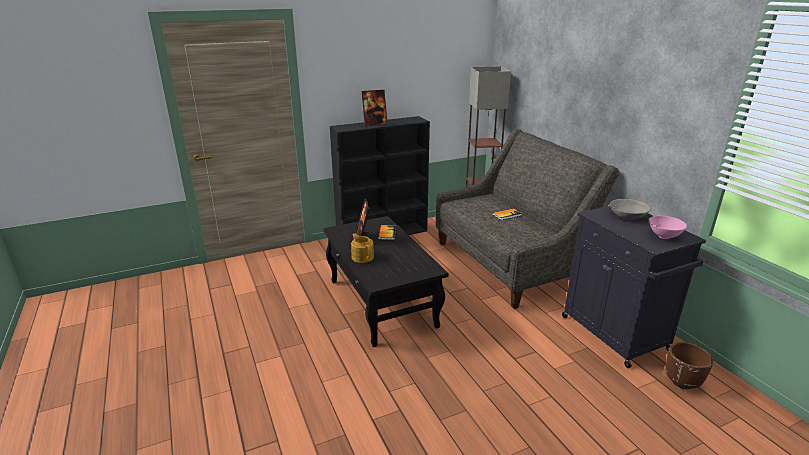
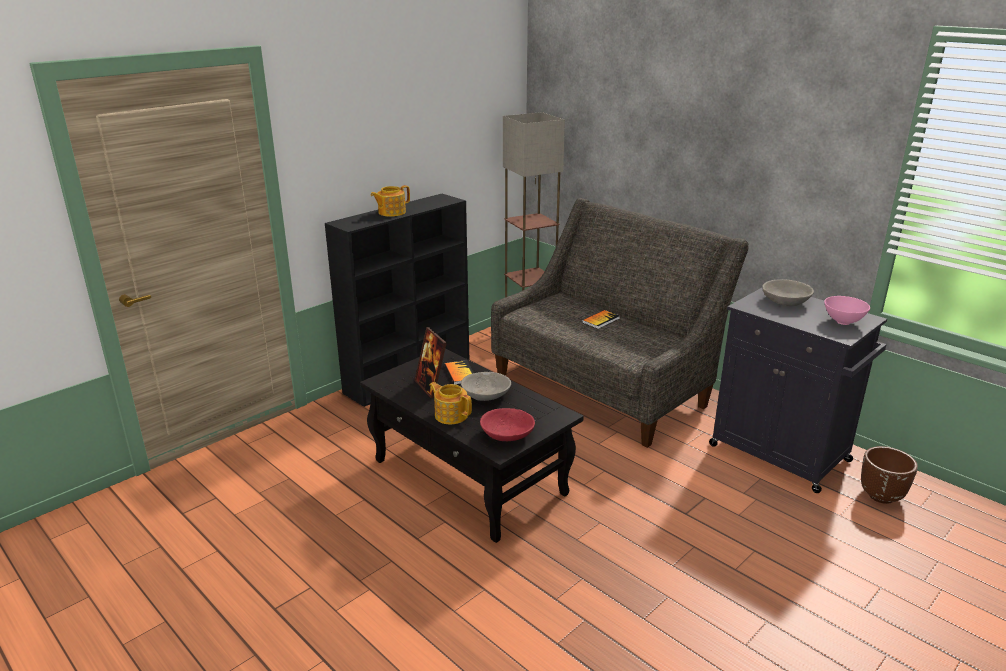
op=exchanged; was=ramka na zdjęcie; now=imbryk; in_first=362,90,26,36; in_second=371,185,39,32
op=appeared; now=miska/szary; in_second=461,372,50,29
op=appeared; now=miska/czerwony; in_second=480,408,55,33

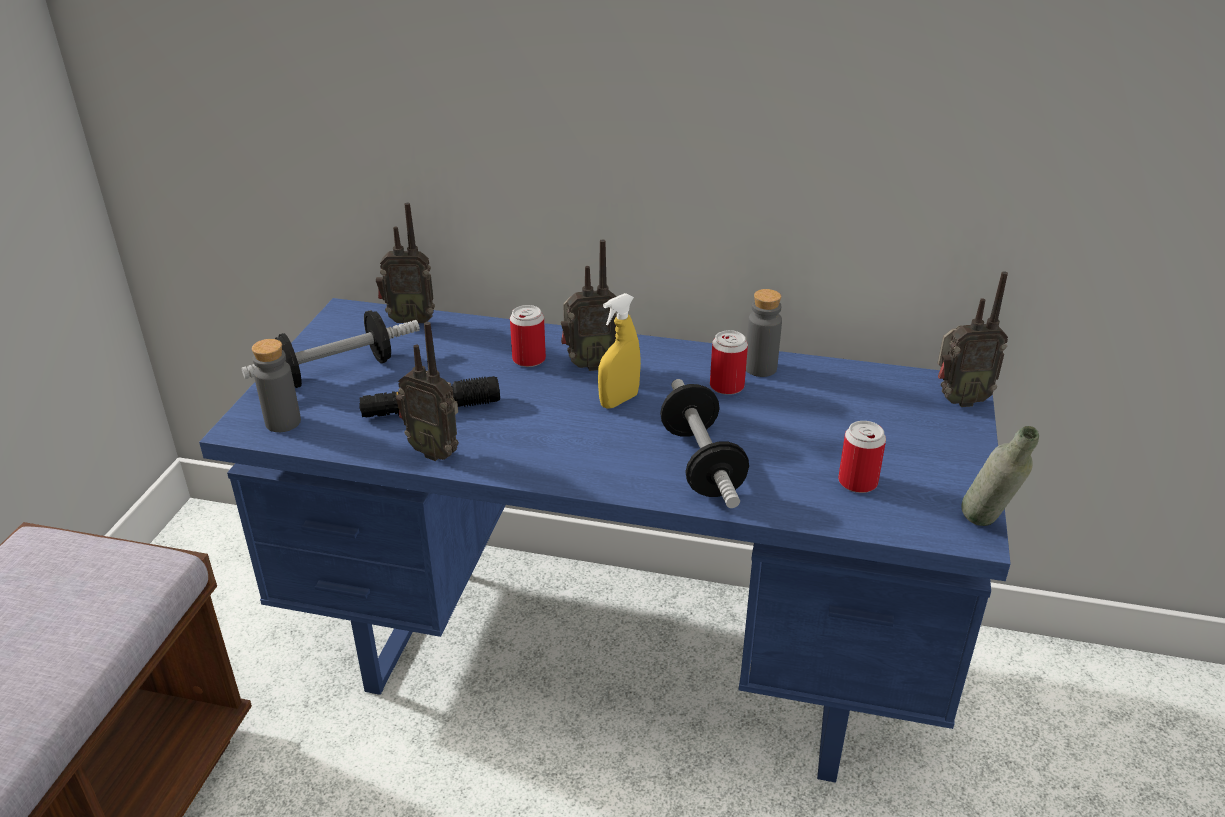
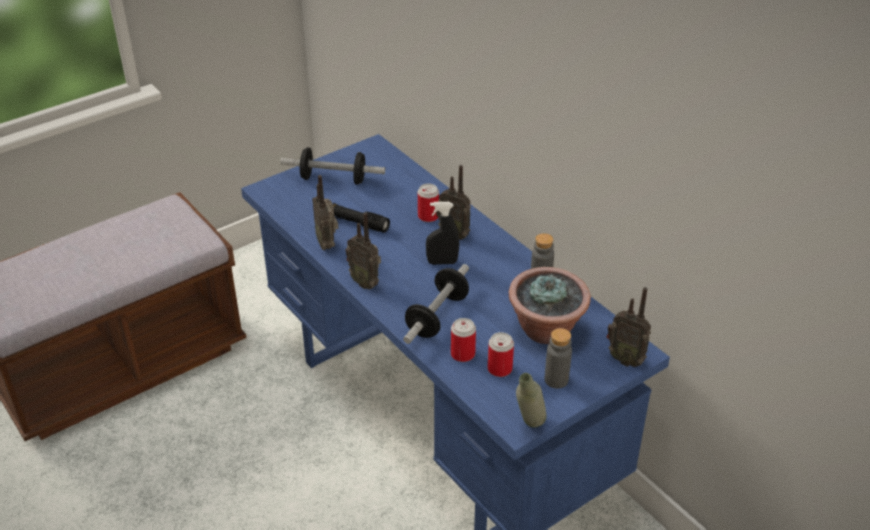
op=relocated; was=radio; in_first=376,203,59,120; in_second=345,212,36,78
op=colour; was=spryskiwacz/żółty; now=spryskiwacz/czarny; in_first=598,293,43,116; in_second=426,202,33,63
op=relocated; was=puszka; in_first=710,330,38,65; in_second=451,318,25,44
op=relocated; was=butelka/szary; in_first=252,339,49,93; in_second=545,328,27,61
op=appeared; now=roślina doniczkowa; in_second=509,267,82,77

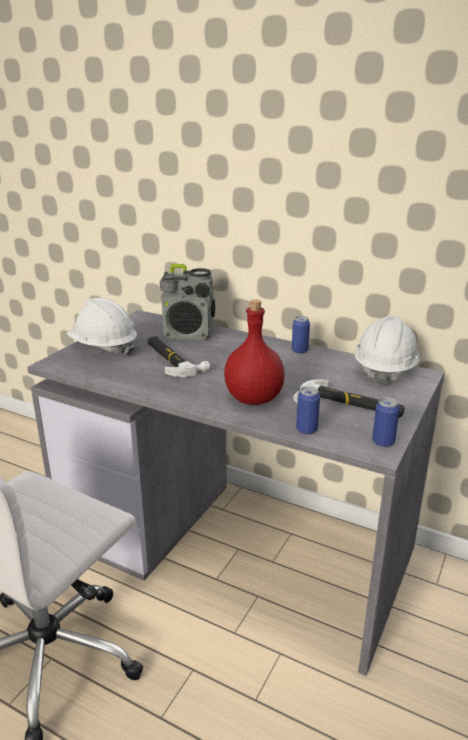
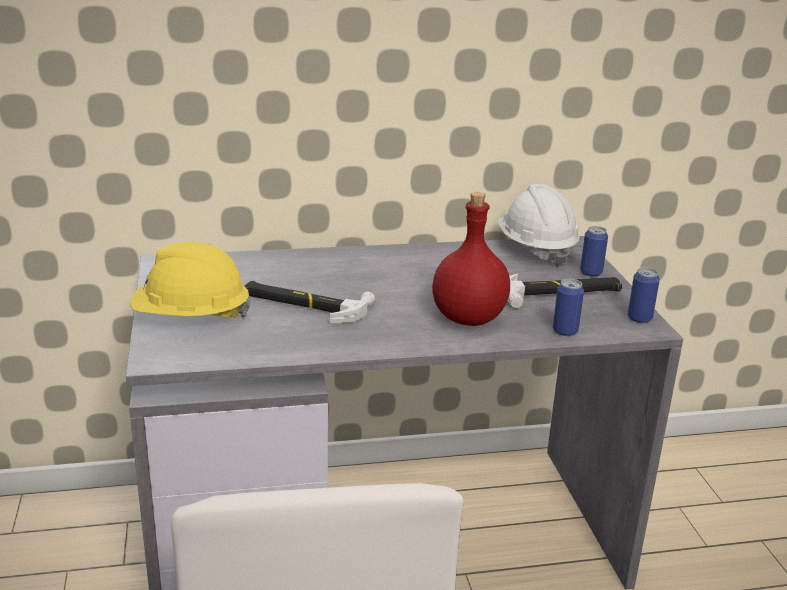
op=missing; was=radio; in_first=160,264,55,75
op=colour; was=kask/biały; now=kask/żółty; in_first=67,298,70,58; in_second=130,242,121,76
op=relocated; was=puszka; in_first=292,316,18,38; in_second=580,226,28,51

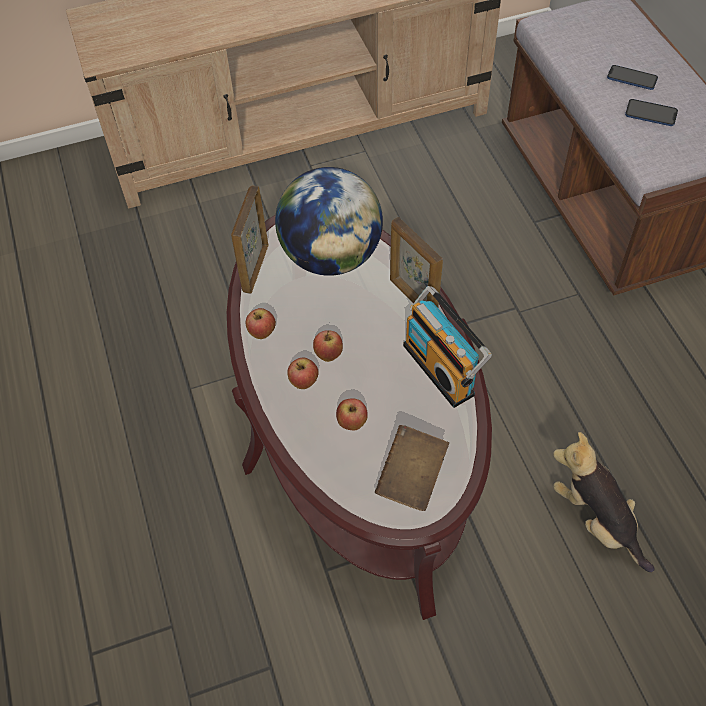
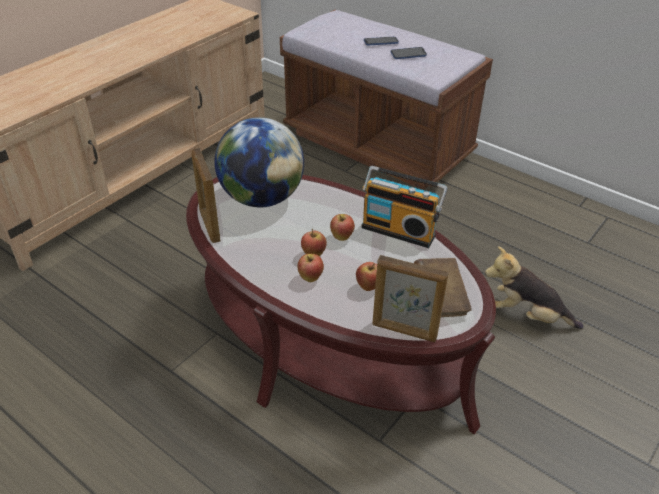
op=relocated; was=ramka na zdjęcie; in_first=390,217,53,90; in_second=372,255,77,87
op=relocated; was=jabłko; in_first=246,308,30,31; in_second=330,214,25,27

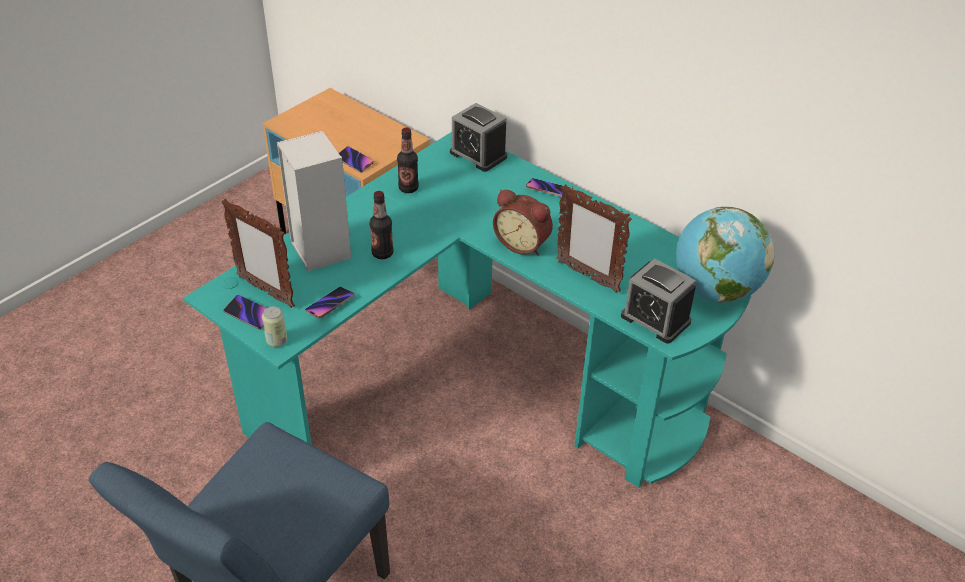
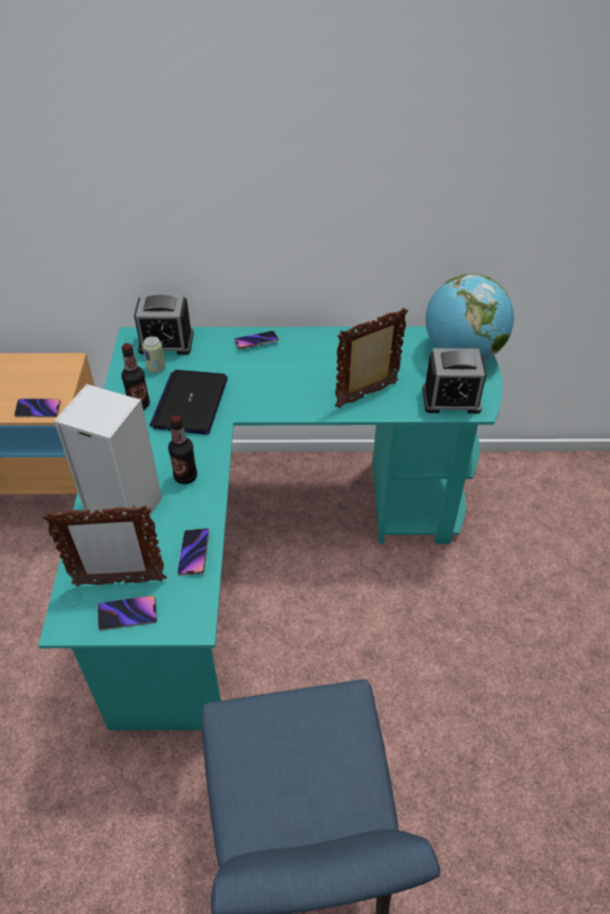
op=spun; was=ramka na zdjęcie; in_first=556,184,76,109; in_second=335,307,73,101; clockwise=150
op=missing; was=budzik; in_first=493,189,60,67
op=relocated; was=puszka; in_first=262,306,25,41; in_second=142,336,23,37
op=appeared; now=laptop; in_second=150,370,78,64

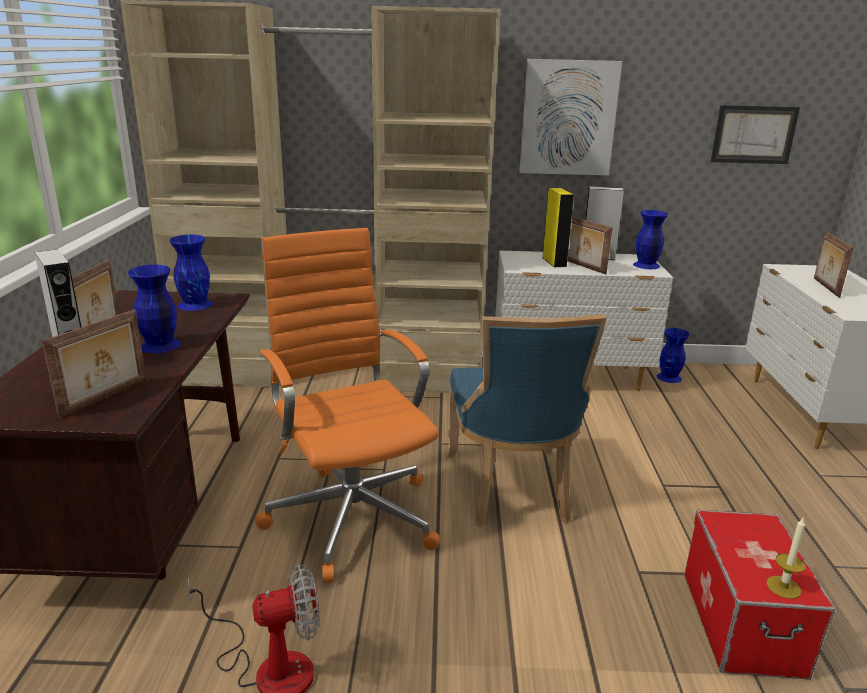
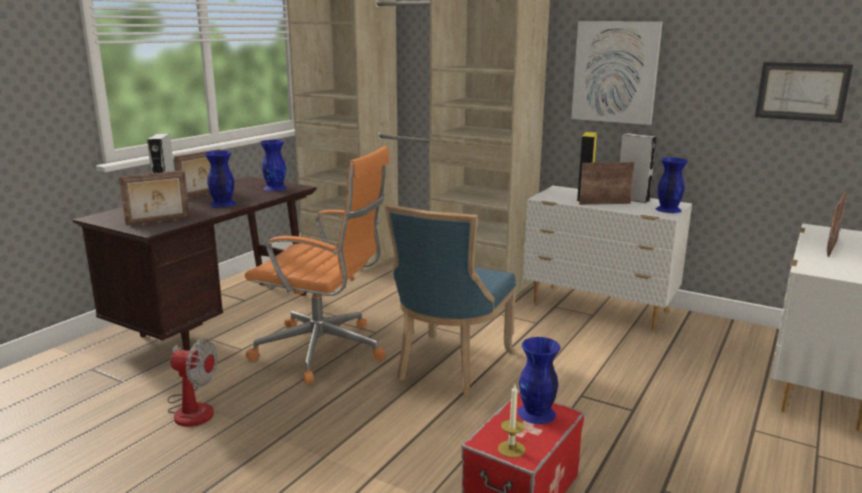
op=spun; was=ramka na zdjęcie; in_first=567,216,45,58; in_second=579,162,56,43; clockwise=90
op=spun; was=krzesło biurowe/pomarańczowy; in_first=255,228,185,355; in_second=245,146,145,238; clockwise=105
op=relocated; was=wazon/niebieski; in_first=657,328,33,55; in_second=518,337,42,87

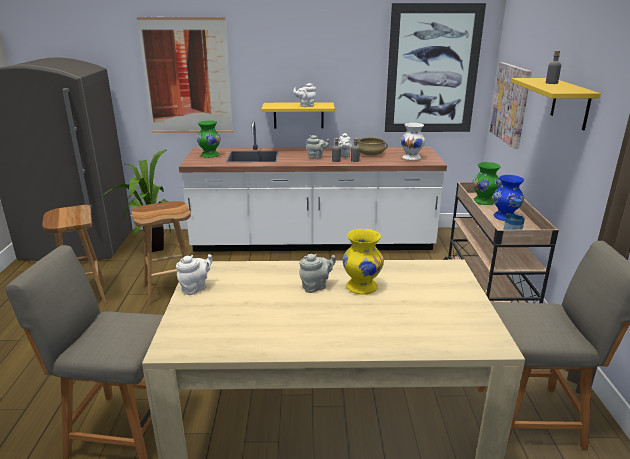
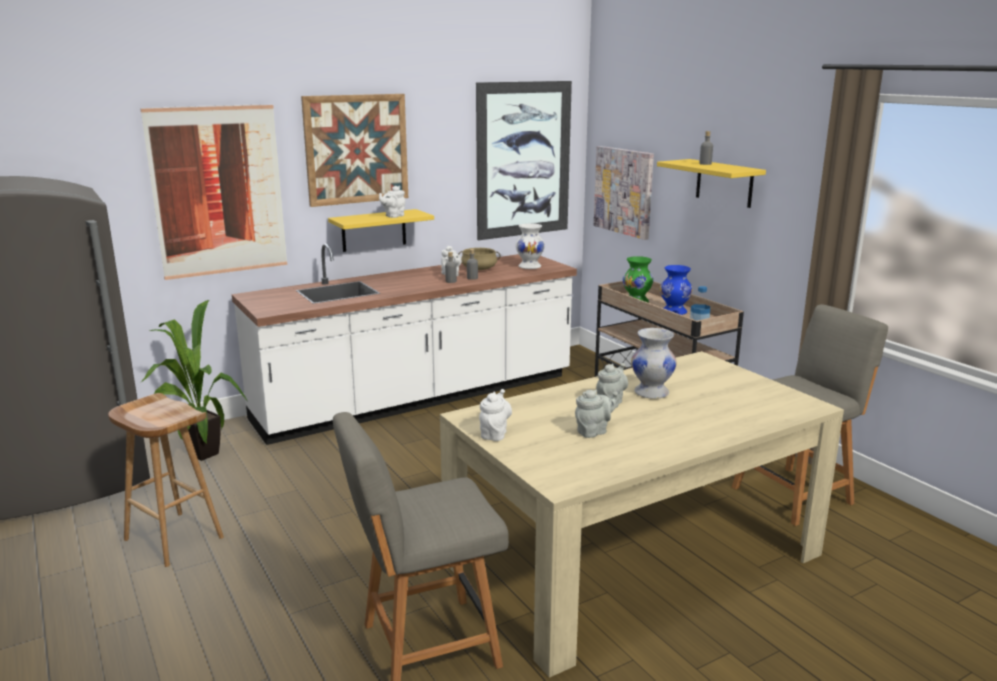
op=missing; was=wazon/zielony; in_first=197,120,24,38
op=relocated; was=imbryk/szary; in_first=306,135,24,23; in_second=575,390,43,48
op=missing; was=stołek/brązowy; in_first=132,201,59,104
op=colour; was=wazon/żółty; now=wazon/biały; in_first=343,229,41,66; in_second=631,328,46,71
op=appeared; now=obraz; in_second=301,94,107,113

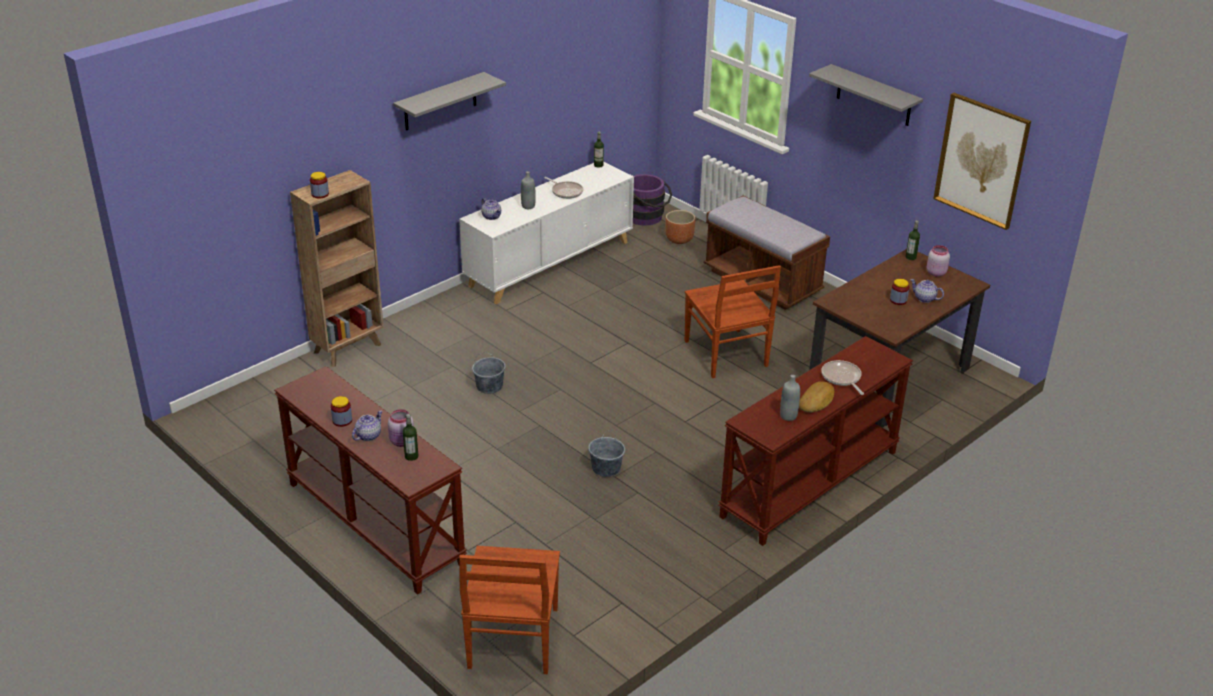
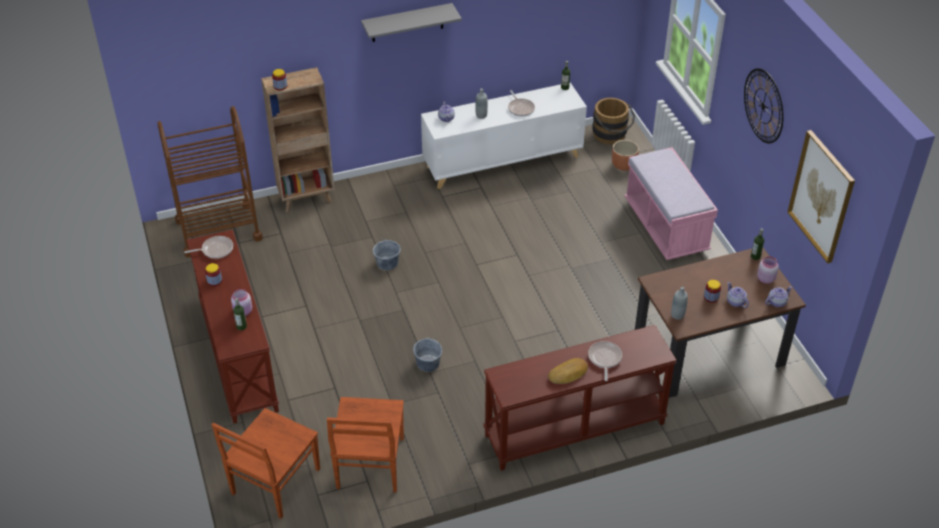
op=exchanged; was=półka/szary; now=zegar ścienny; in_first=809,64,114,62; in_second=744,68,40,75
op=colour; was=wiadro/fioletowy; now=wiadro/brązowy; in_first=633,174,39,52; in_second=592,98,43,46
op=colour; was=ławka/brązowy; now=ławka/różowy; in_first=704,196,126,114; in_second=624,147,94,113
op=relocated; was=krzesło/brązowy; in_first=685,265,96,113; in_second=327,397,77,96
op=relocated; was=butelka/szary; in_first=780,375,20,46; in_second=671,286,17,34
op=relocated; was=imbryk; in_first=352,410,31,31; in_second=765,286,27,21
op=appeared; now=wózek/brązowy; in_second=157,106,106,151
op=appeared; now=patelnia; in_second=184,236,49,23

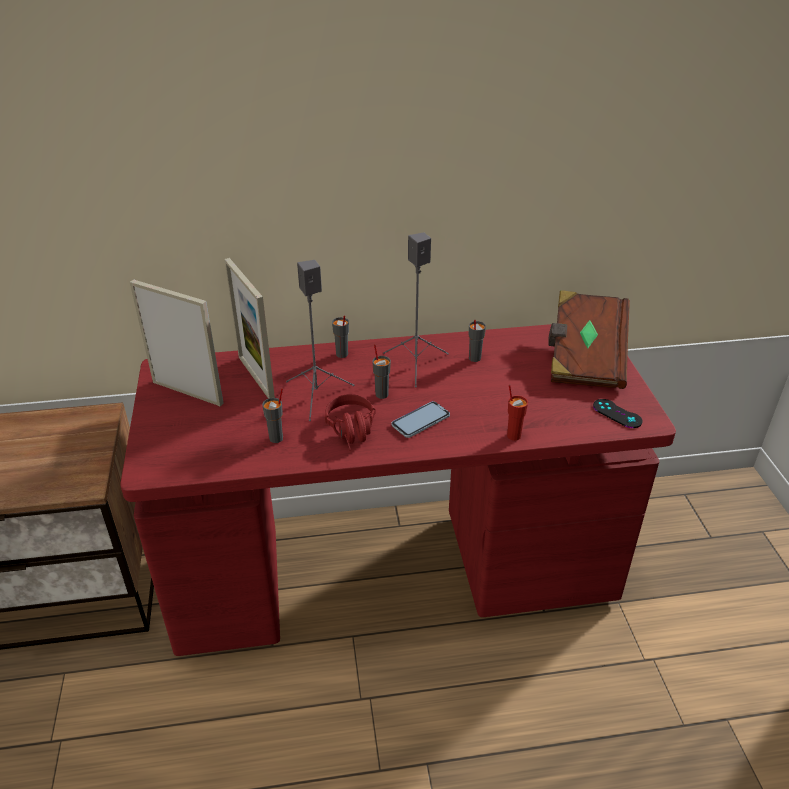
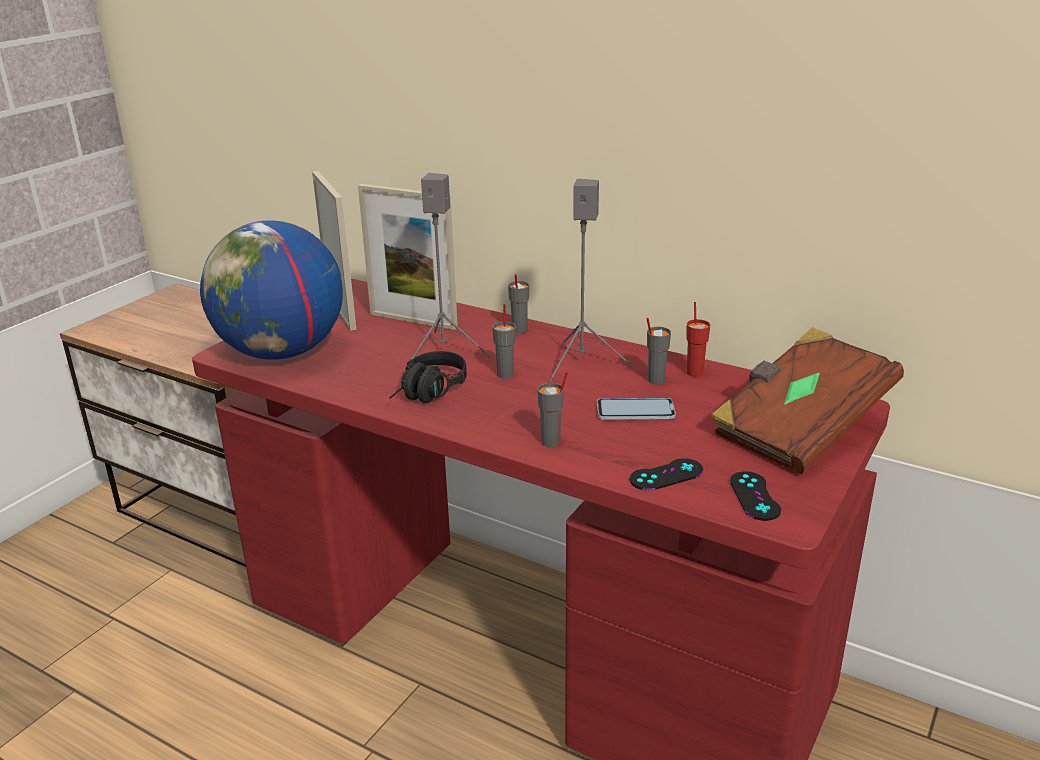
op=spun; was=ramka na zdjęcie; in_first=224,258,51,141; in_second=358,184,100,146; clockwise=-75
op=relocated; was=filiżanka/czerwony; in_first=507,385,21,56; in_second=686,302,24,75
op=relocated; was=filiżanka/szary; in_first=262,388,21,55; in_second=537,371,31,76
op=colour; was=słuchawki/czerwony; now=słuchawki/czarny; in_first=325,394,50,56; in_second=389,351,78,52
op=relocated; was=telefon; in_first=391,401,59,37; in_second=597,398,79,22
op=appeared; now=globus; in_second=200,221,143,139
op=appeared; now=pad do gier/czarny; in_second=630,458,73,33

